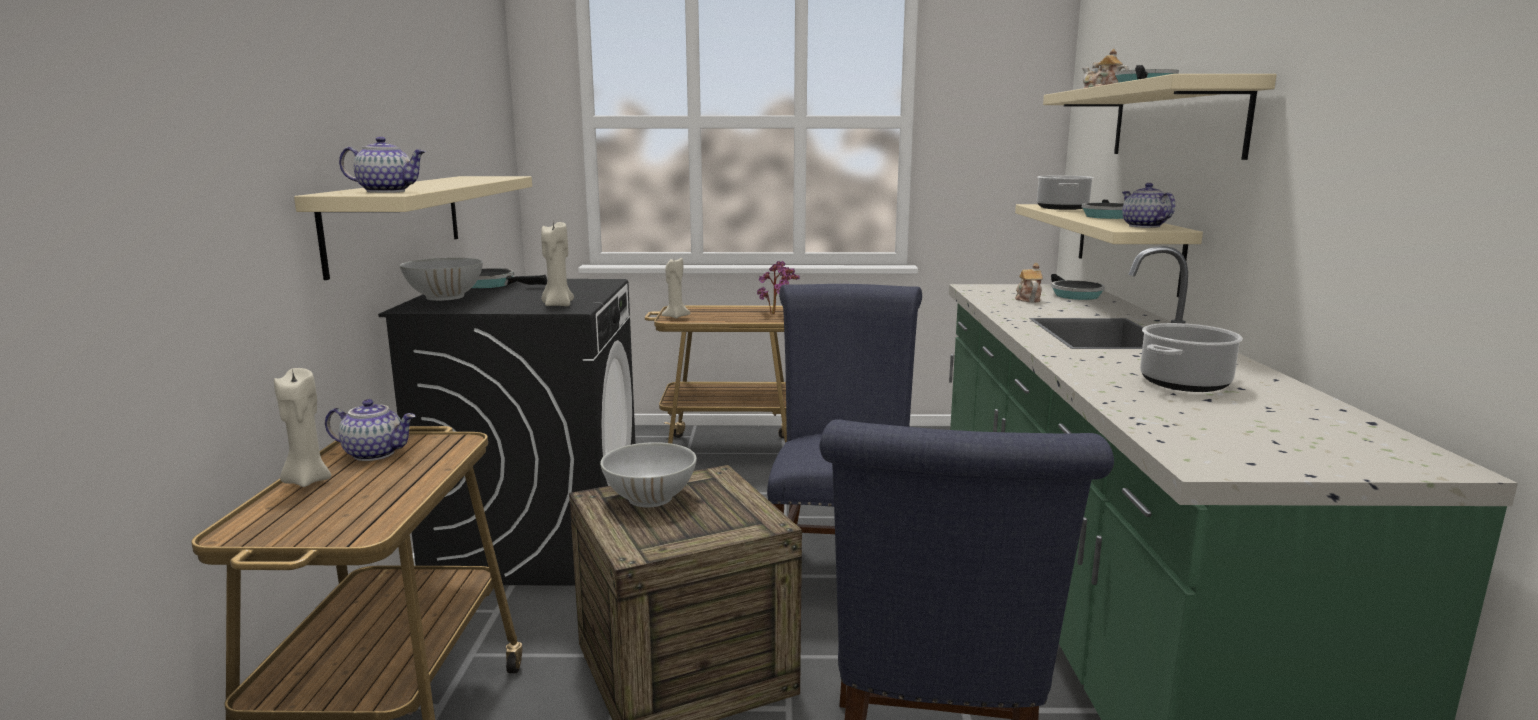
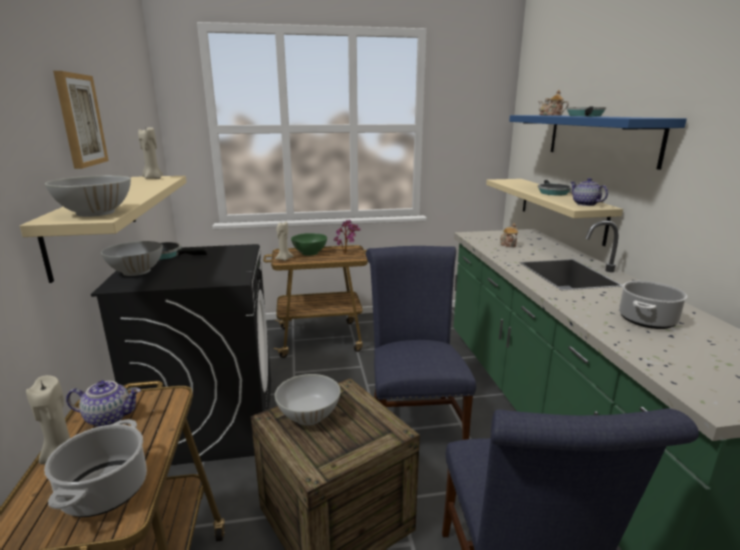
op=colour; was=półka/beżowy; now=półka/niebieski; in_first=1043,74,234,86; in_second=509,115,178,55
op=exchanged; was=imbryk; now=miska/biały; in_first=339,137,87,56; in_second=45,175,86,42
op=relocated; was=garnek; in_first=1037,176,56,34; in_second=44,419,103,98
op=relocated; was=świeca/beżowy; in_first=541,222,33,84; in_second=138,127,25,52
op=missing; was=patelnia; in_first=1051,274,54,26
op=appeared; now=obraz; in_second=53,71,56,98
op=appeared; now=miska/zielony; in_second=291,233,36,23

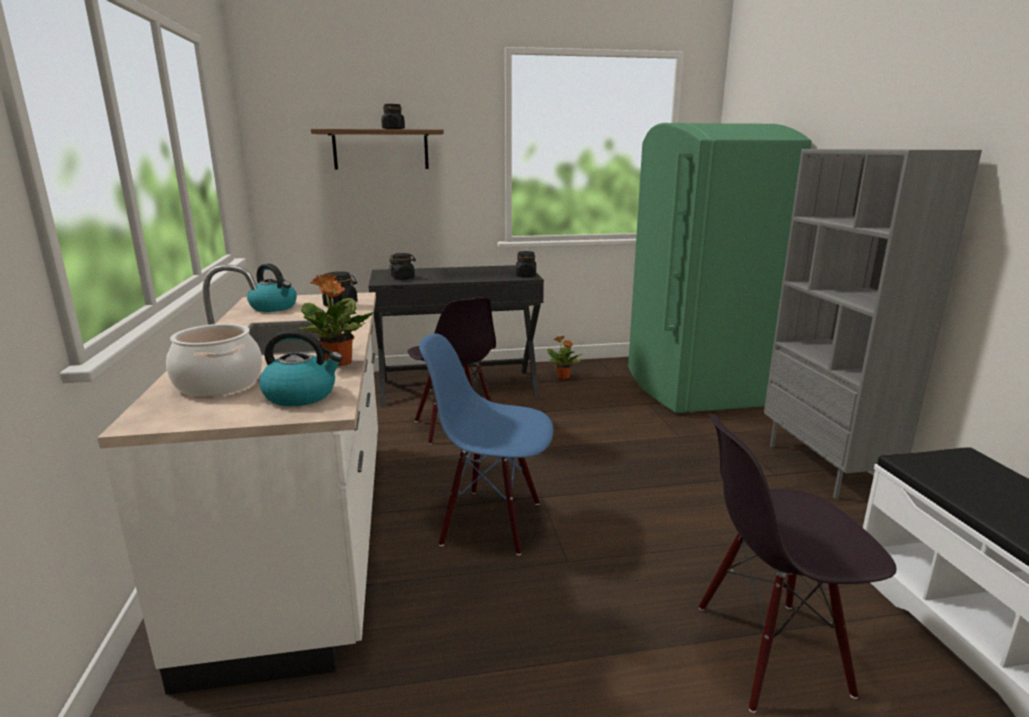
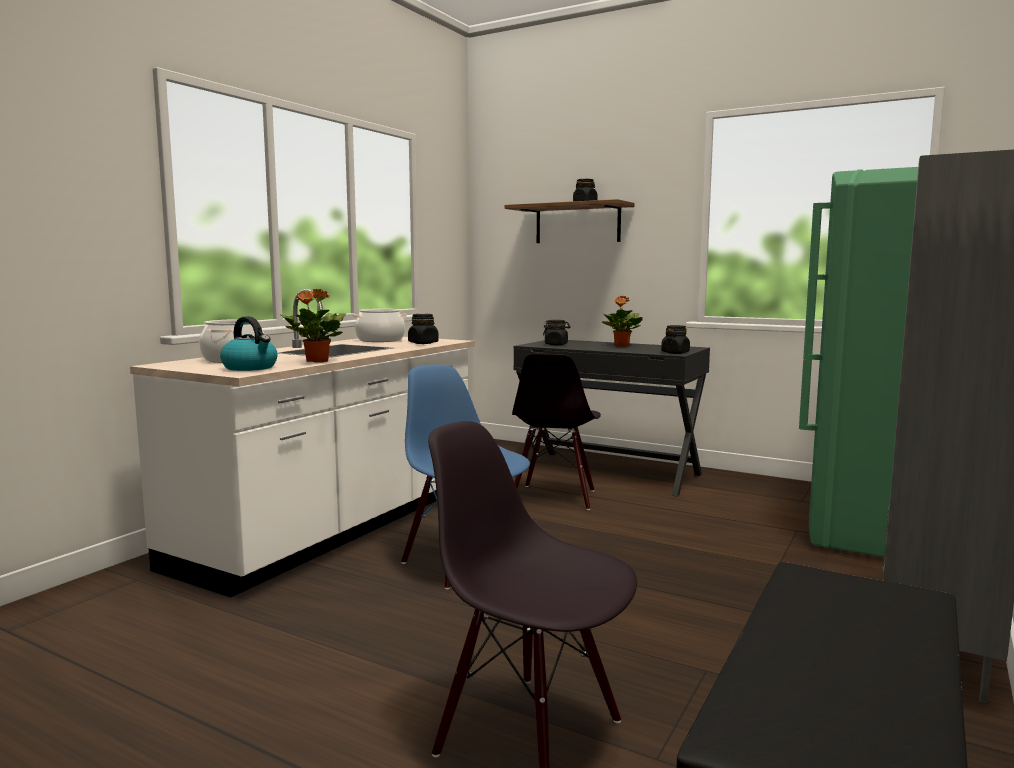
op=exchanged; was=czajnik; now=garnek; in_first=247,263,50,49; in_second=353,309,54,33
op=relocated; was=roślina doniczkowa; in_first=547,336,36,43; in_second=602,296,41,51

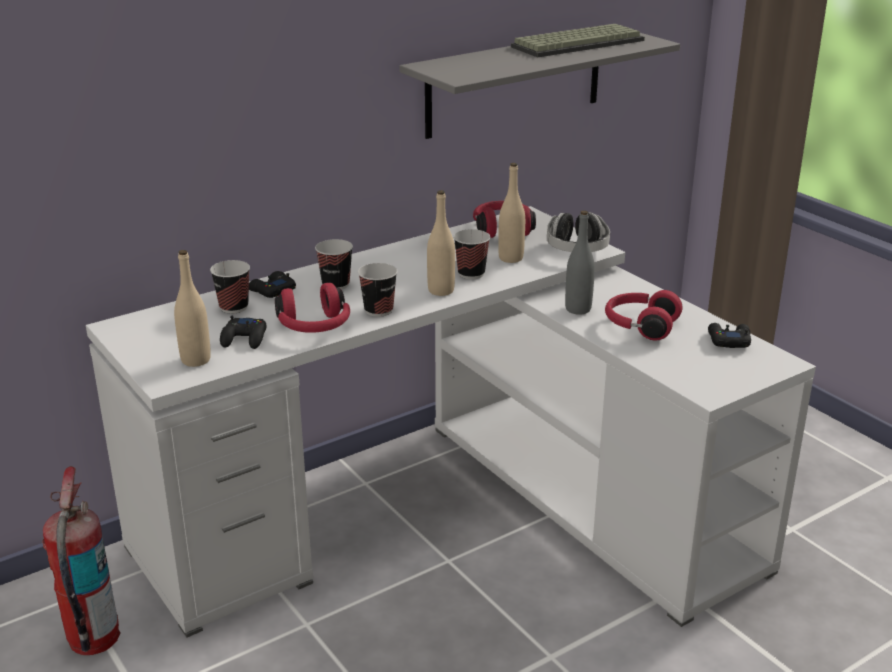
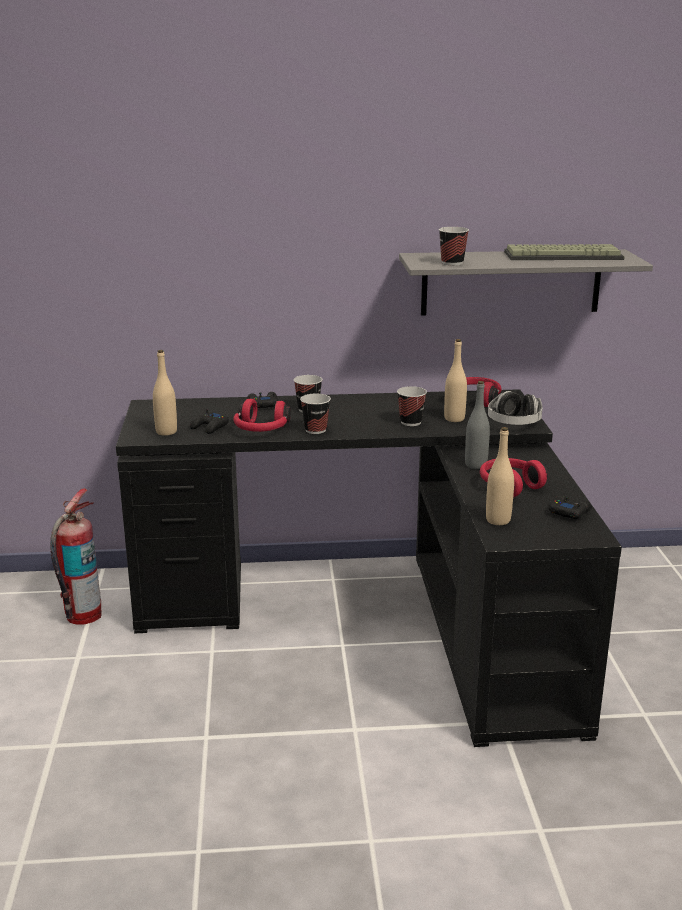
op=relocated; was=butelka/beżowy; in_first=427,190,28,106; in_second=486,427,28,98
op=colour; was=biurko/biały; now=biurko/czarny; in_first=86,206,730,432; in_second=116,389,506,358
op=relocated; was=filiżanka; in_first=210,260,40,54; in_second=439,227,30,38

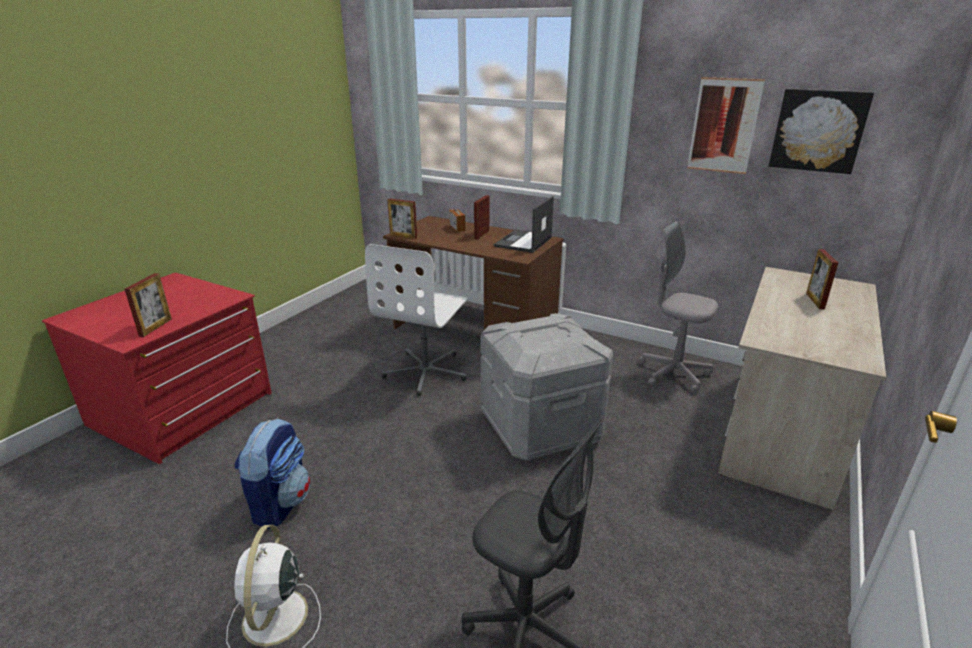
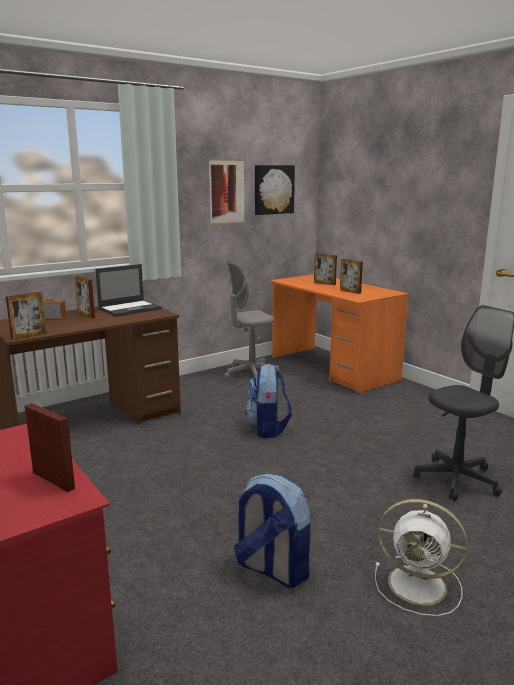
op=spun; was=laptop; in_first=494,196,60,57; in_second=95,264,67,53; clockwise=-90
op=missing; was=krzesło biurowe/biały; in_first=365,244,103,152
op=colour; was=biurko/beżowy; now=biurko/pomarańczowy; in_first=718,267,168,243; in_second=270,274,140,120
op=exchanged; was=pojemnik do przechowywania/szary; now=plecak; in_first=480,313,133,148; in_second=245,364,47,75
op=appeared; now=ramka na zdjęcie; in_second=340,259,23,35

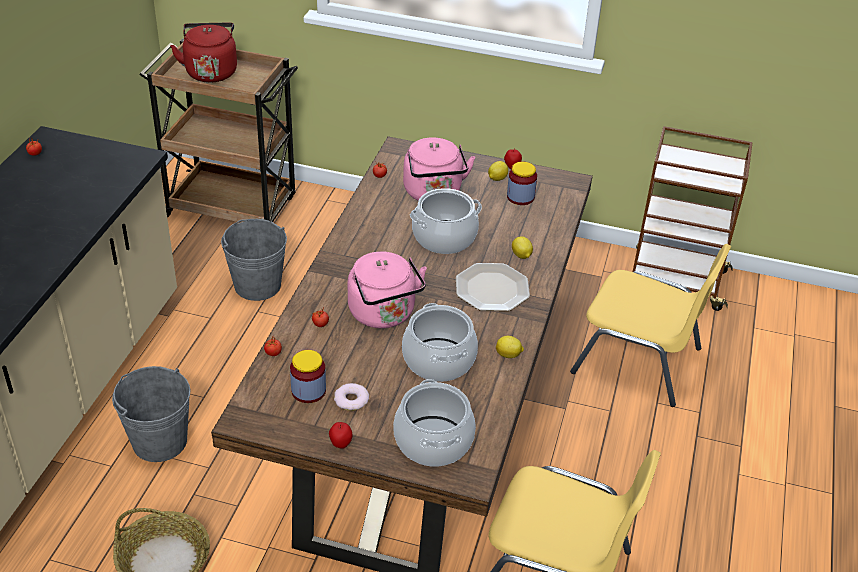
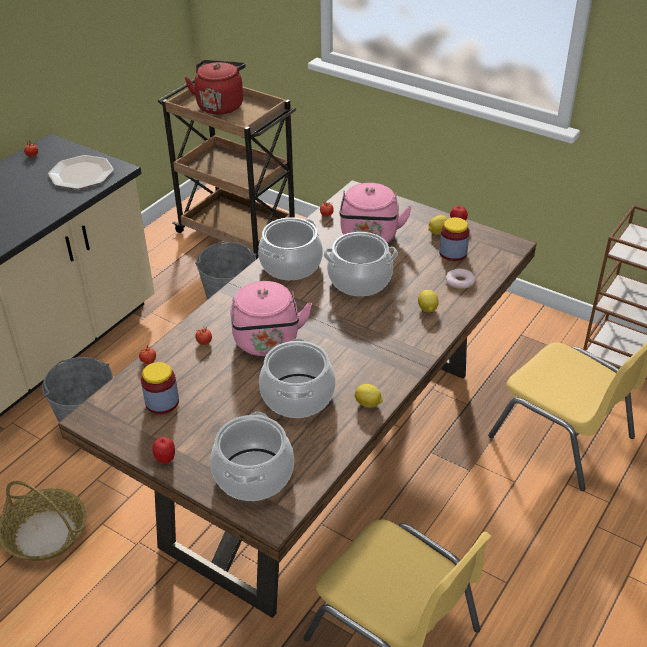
op=relocated; was=talerz; in_first=456,263,74,48; in_second=48,155,66,34
op=relocated; was=donut; in_first=334,383,35,28; in_second=445,269,30,20
op=appeared; now=garnek; in_second=258,217,65,63

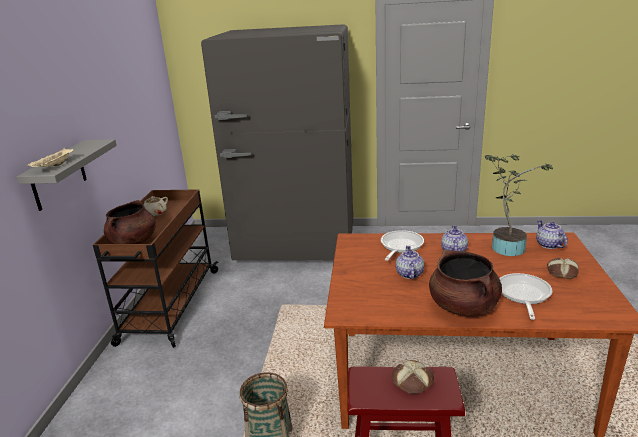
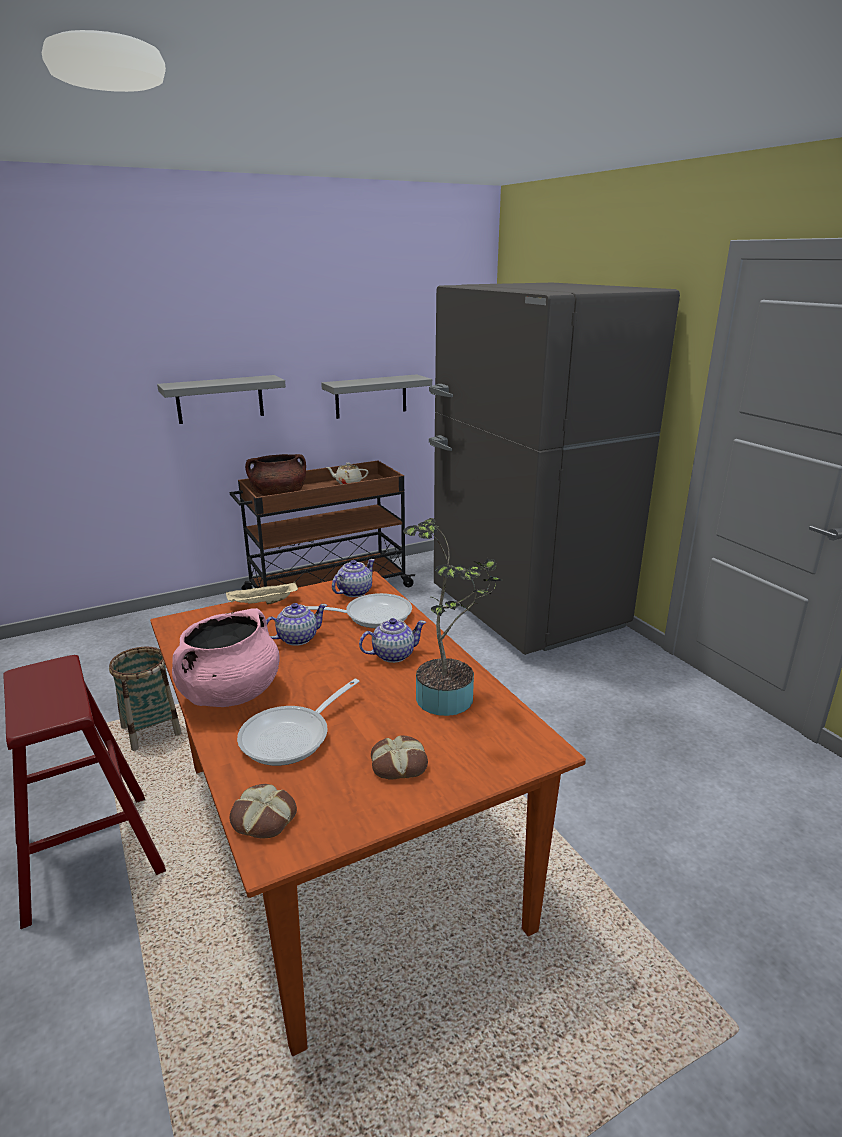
op=relocated; was=taca/beżowy; in_first=27,148,47,19; in_second=226,581,72,23
op=relocated; was=imbryk; in_first=536,220,31,29; in_second=332,559,43,38
op=colour; was=garnek/brązowy; now=garnek/różowy; in_first=429,250,73,67; in_second=172,608,107,99
op=spun; was=patelnia; in_first=499,273,53,47; in_second=237,679,122,87; clockwise=150
op=relocated; was=chleb; in_first=391,360,43,34; in_second=229,784,68,54
op=appeared; now=półka/szary; in_second=321,374,111,45

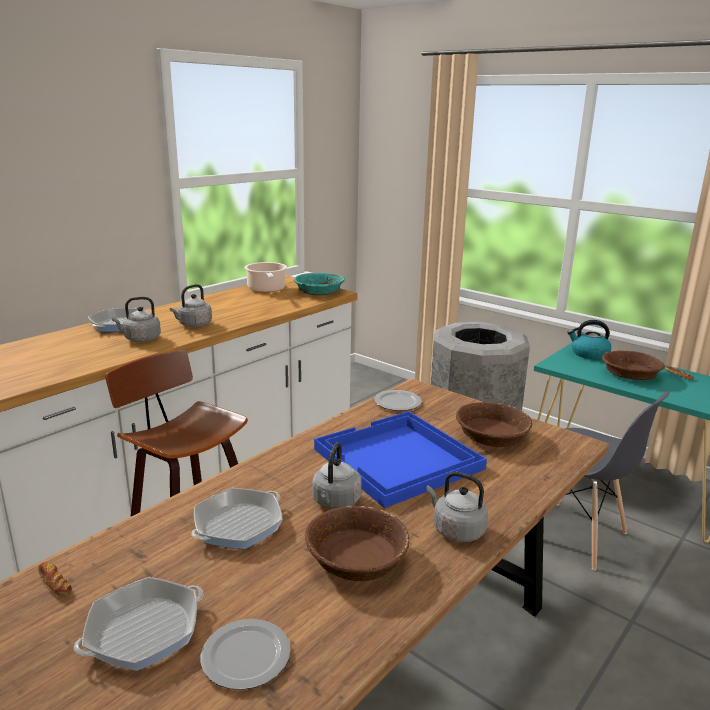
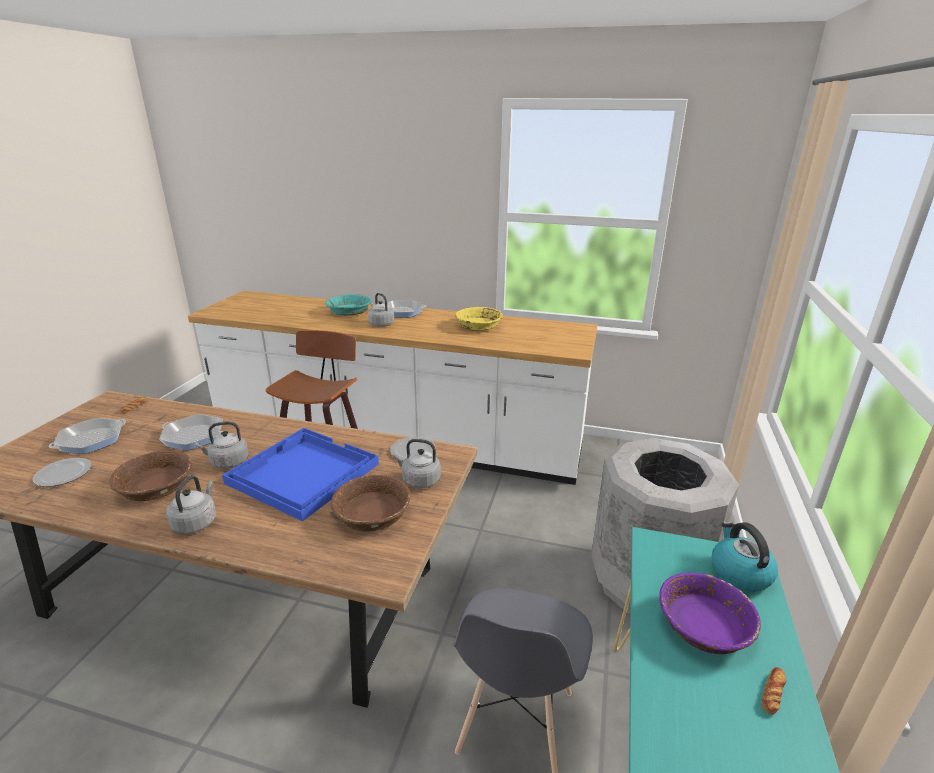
op=missing; was=garnek; in_first=245,262,42,31
op=relocated; was=miska/turkusowy; in_first=294,273,51,22; in_second=325,294,47,22
op=relocated; was=czajnik/szary; in_first=170,284,42,43; in_second=393,439,48,50
op=colour; was=miska/brązowy; now=miska/fioletowy; in_first=602,350,63,30; in_second=659,572,102,82
op=spun; was=patelnia; in_first=74,577,129,94; in_second=49,418,77,36; clockwise=-75
op=appeared; now=miska/żółty; in_second=455,307,48,24

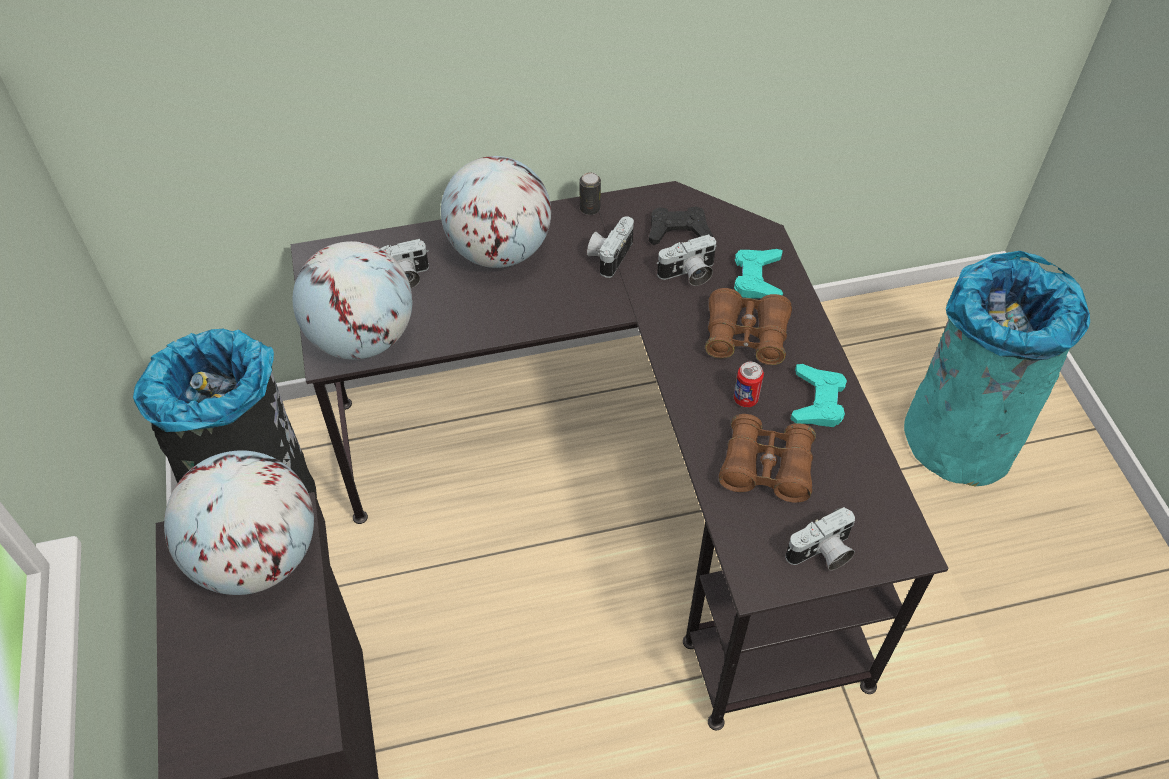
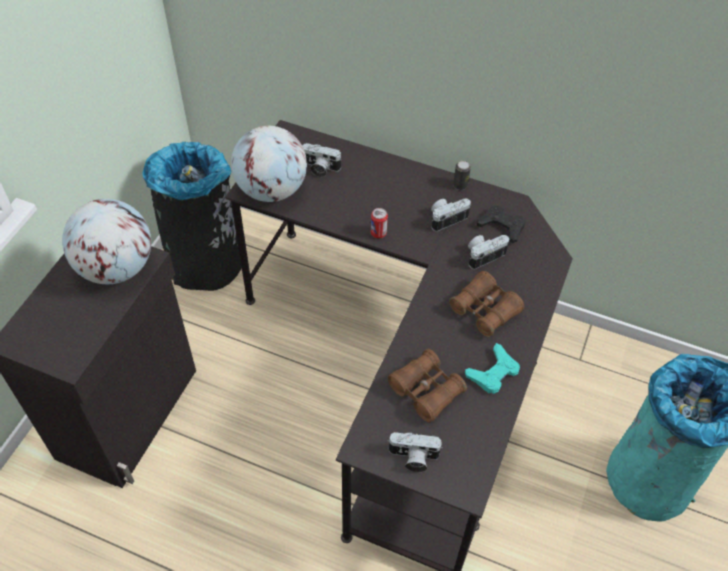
op=missing; was=globus; in_first=441,156,110,112
op=spun; was=aparat fotograficzny; in_first=656,234,61,52; in_second=468,235,41,34; clockwise=135
op=missing; was=pad do gier/turkusowy; in_first=734,249,49,49
op=relocated; was=puszka; in_first=734,362,30,45; in_second=371,208,17,30

